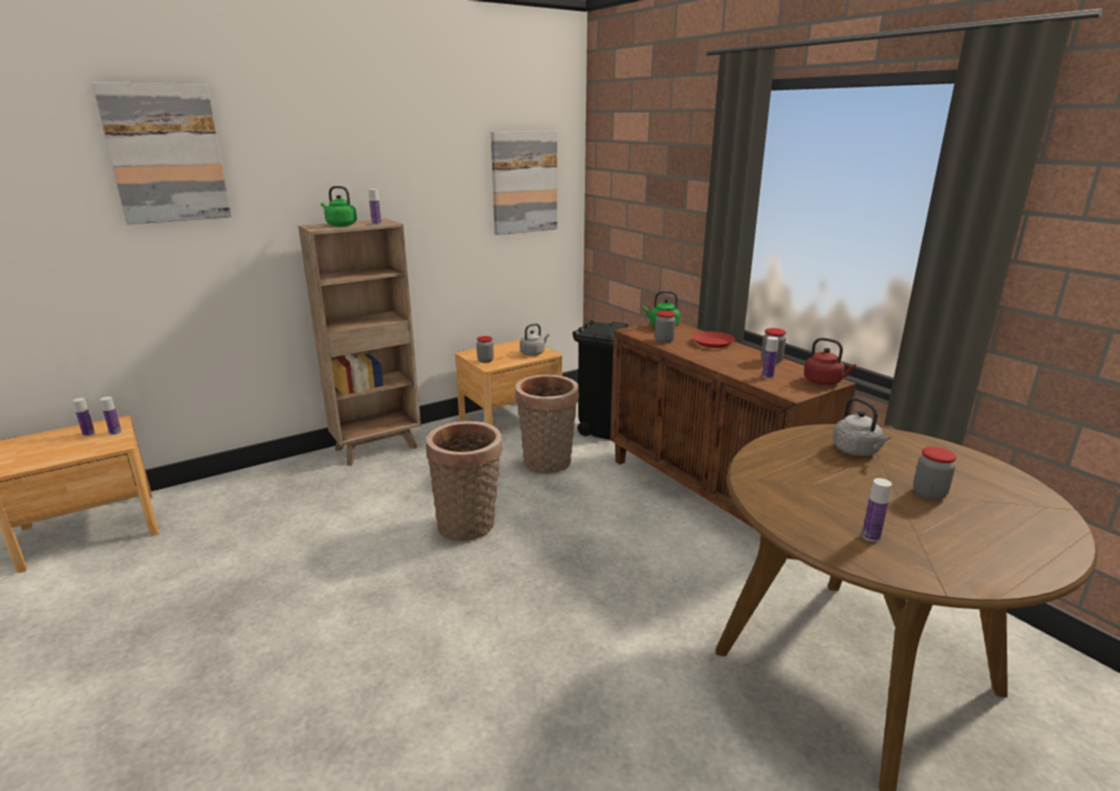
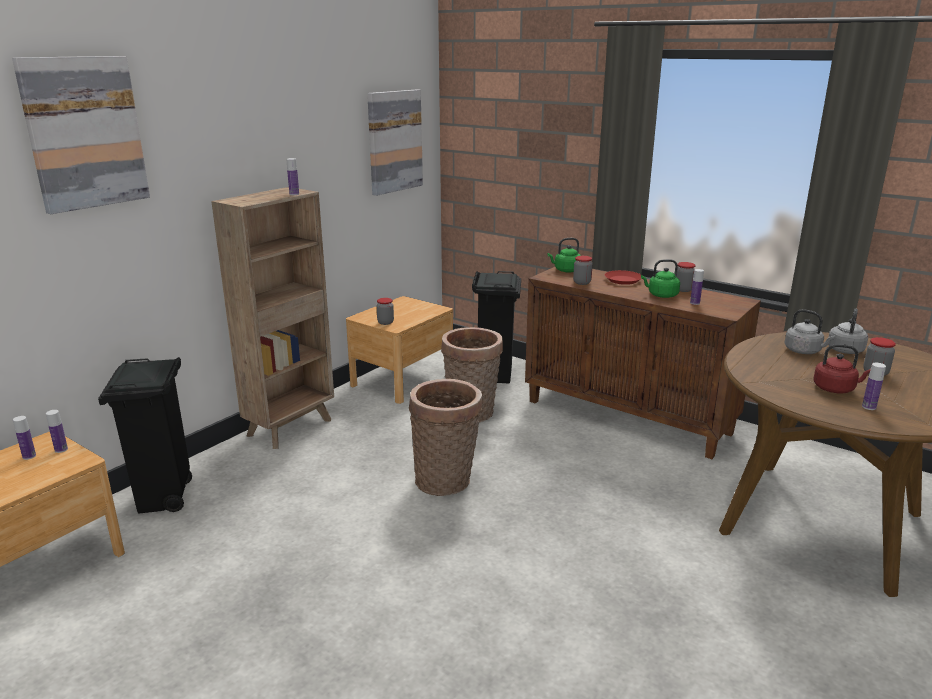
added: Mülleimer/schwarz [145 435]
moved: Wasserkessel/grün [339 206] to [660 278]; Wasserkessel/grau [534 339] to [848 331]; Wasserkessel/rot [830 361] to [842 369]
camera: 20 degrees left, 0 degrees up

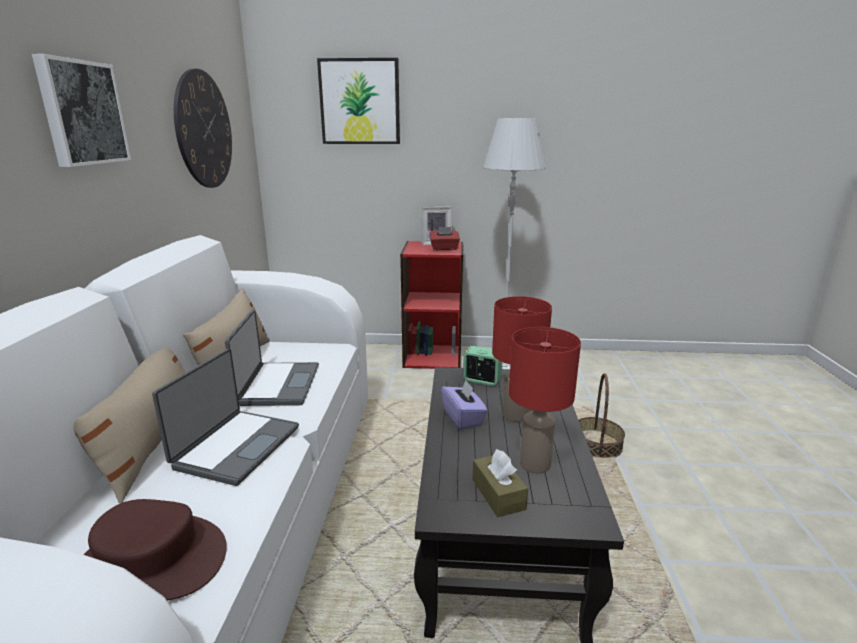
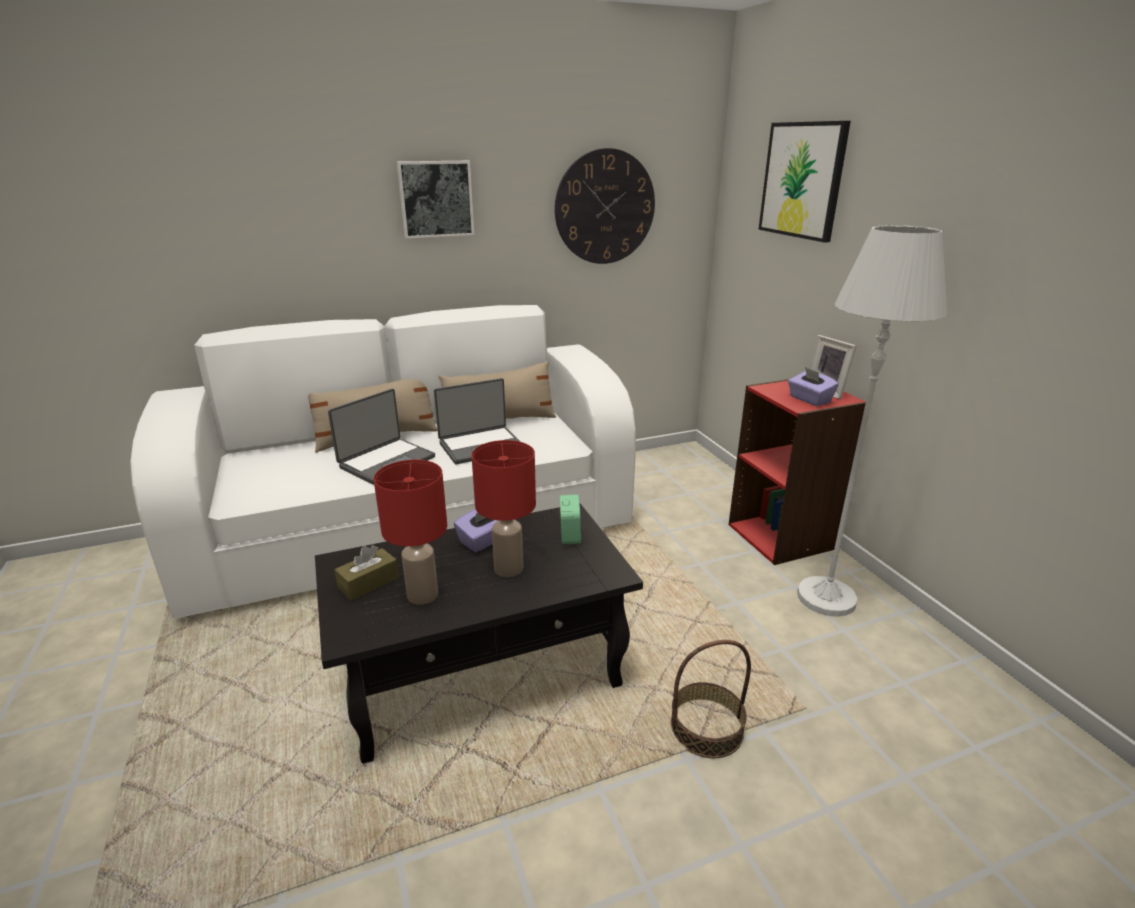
removed: Hut/braun [155 549]
recoloured: Taschentuchbox/rot [444 238] to Taschentuchbox/lila [813 386]
turned: Laptop [225 417] = [381 436] 45 degrees counterclockwise
camera: 65 degrees right, 5 degrees up

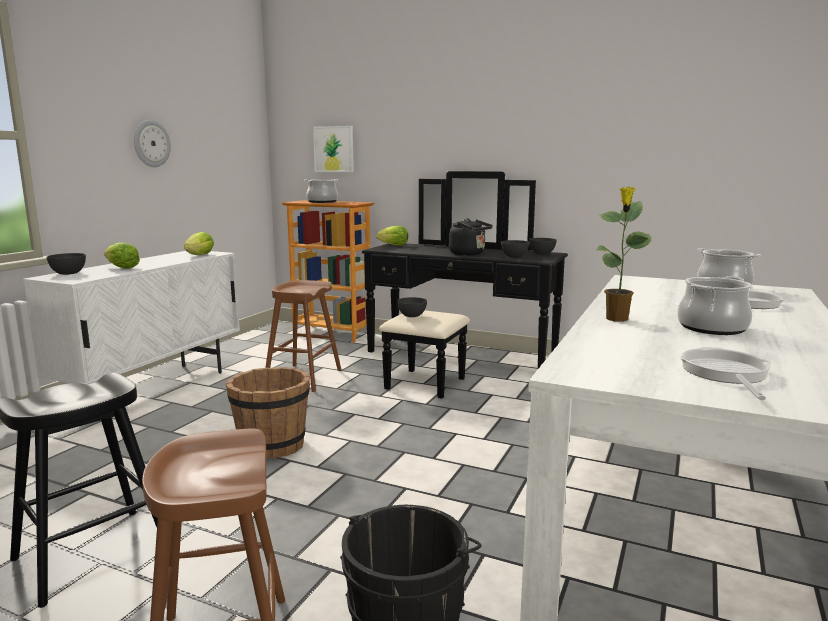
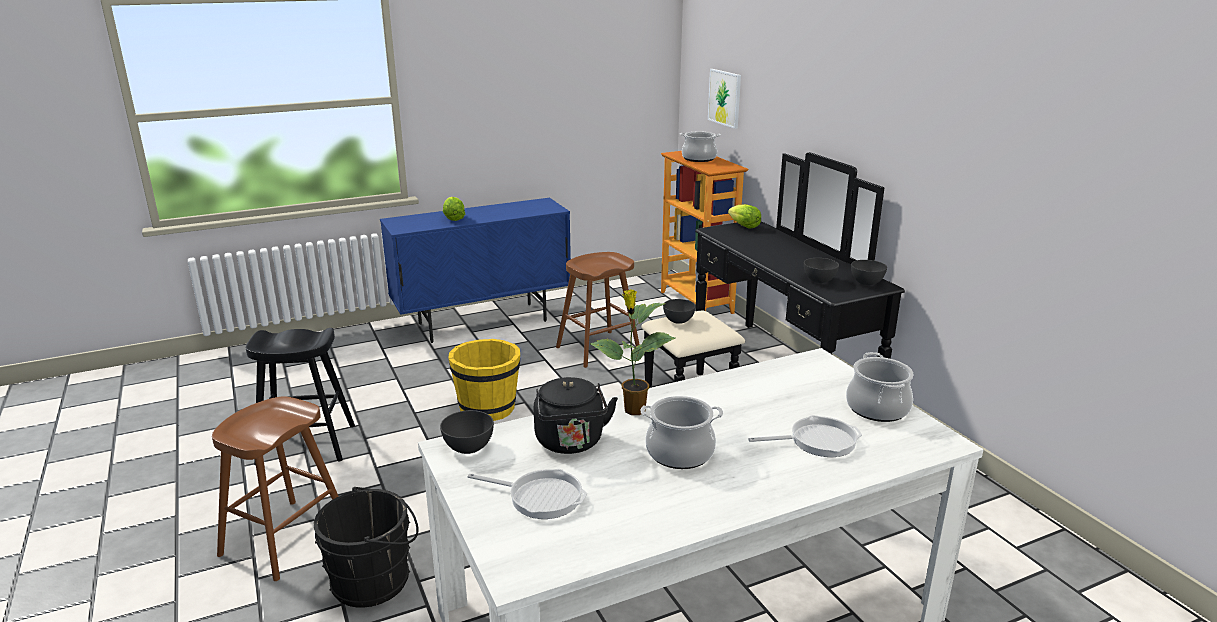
removed: Wanduhr [152 143]; Salatkopf [199 243]
moved: Schüssel/grau [66 264] to [467 432]; Wasserkessel/schwarz [471 236] to [576 415]
recoloured: Schrank/weiß [131 317] to Schrank/blau [475 270]; Eimer/braun [268 413] to Eimer/gelb [484 380]
turned: Pfanne [725 373] = [527 494] 60 degrees clockwise
camera: 40 degrees right, 10 degrees up

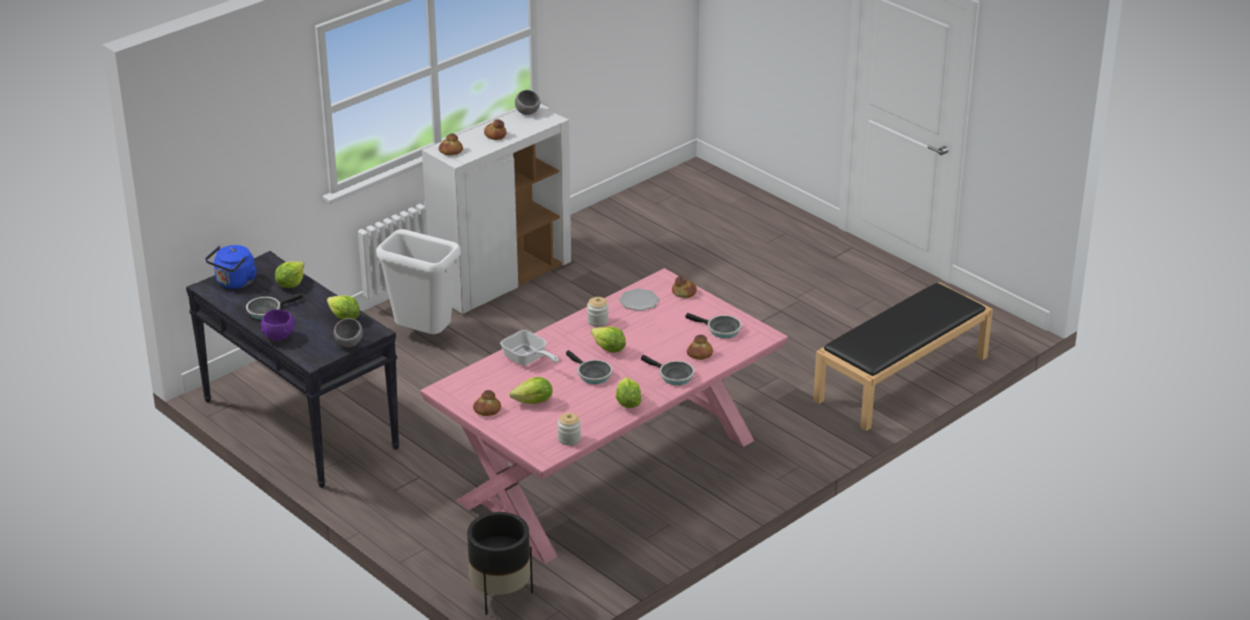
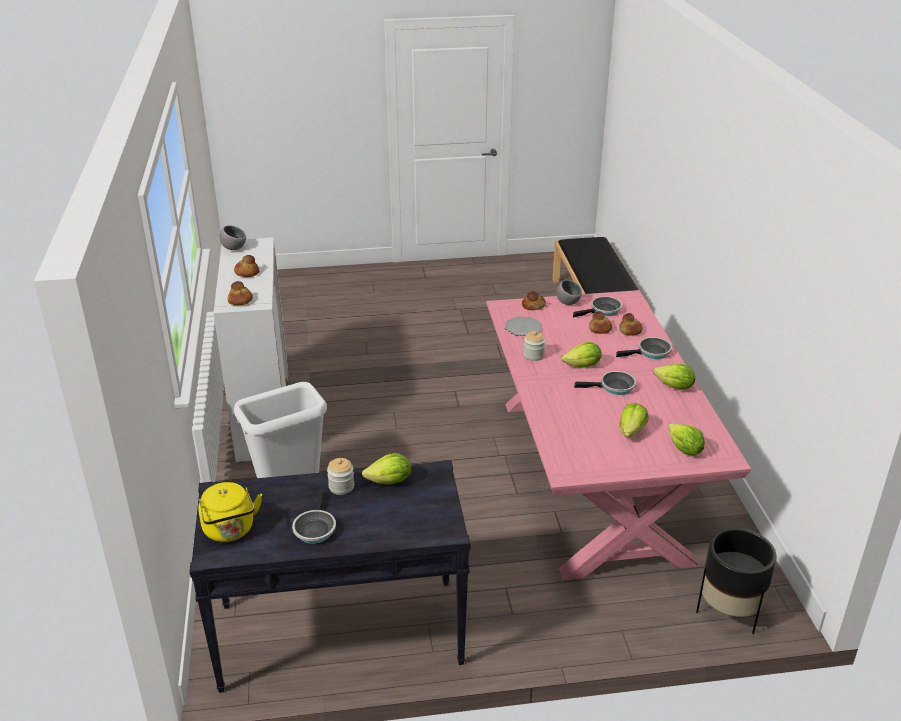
removed: Schüssel/lila [278 324]; Pfanne [529 348]
moved: Salatkopf [289 274] to [686 439]; Schüssel/grau [348 332] to [569 292]; Brot [487 403] to [600 322]; Vorratsglas [569 429] to [340 476]
recoloured: Wasserkessel/blau [230 267] to Wasserkessel/gelb [230 512]
camera: 55 degrees left, 0 degrees up

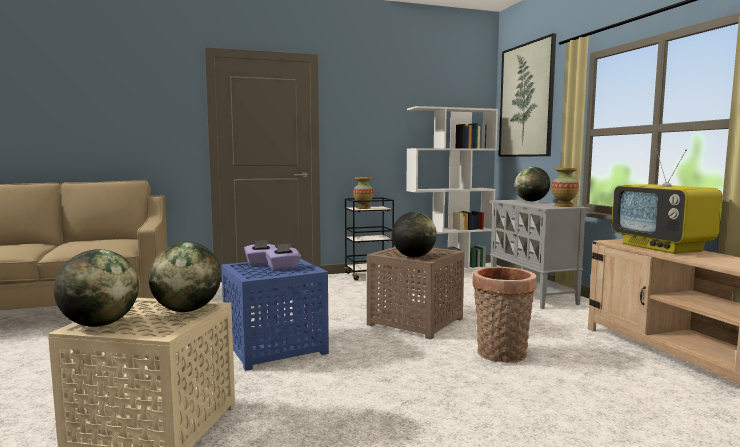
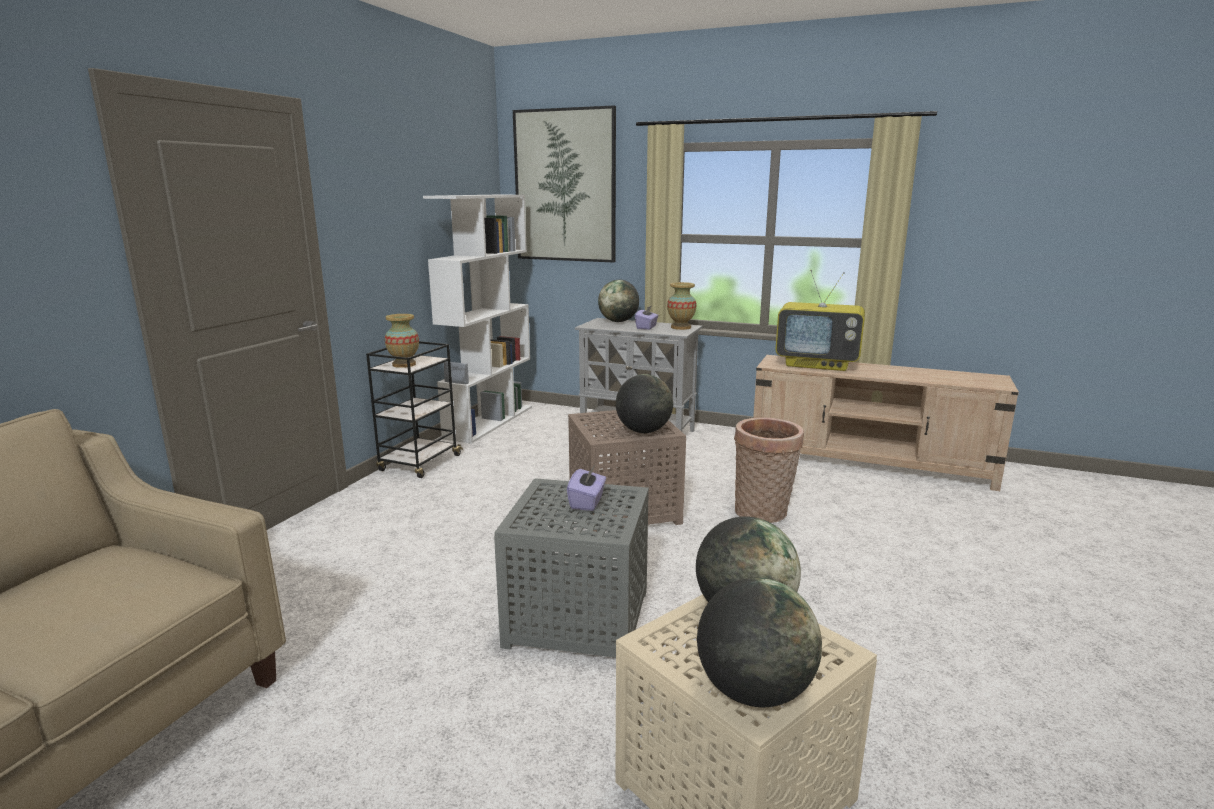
moved: Taschentuchbox/lila [260 252] to [647 318]
recoloured: Beistelltisch/blau [275 315] to Beistelltisch/grau [571 568]
camera: 50 degrees left, 10 degrees up

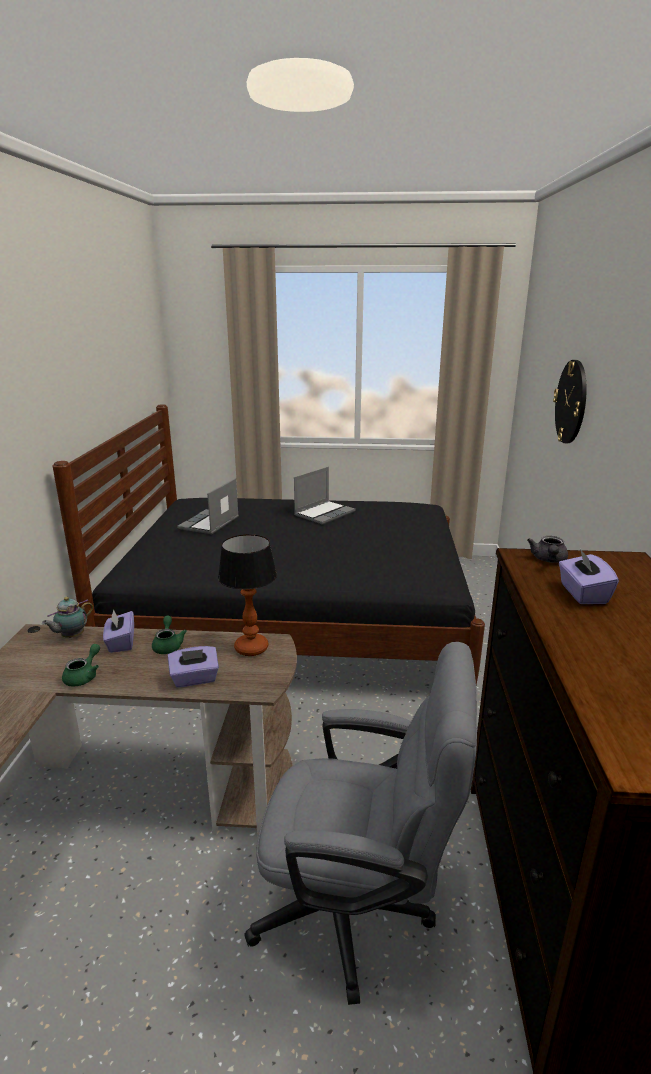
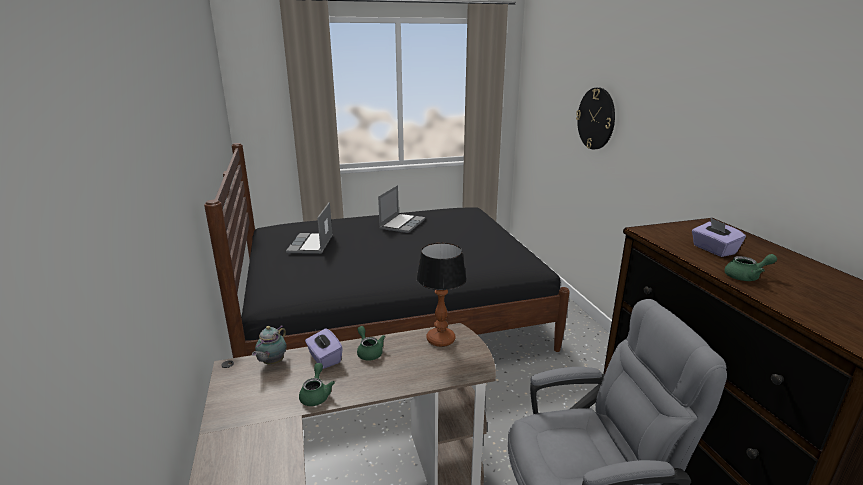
removed: Taschentuchbox/lila [193 667]; Teekanne/grau [547 549]
added: Teekanne/grün [750 267]
camera: 20 degrees left, 0 degrees up

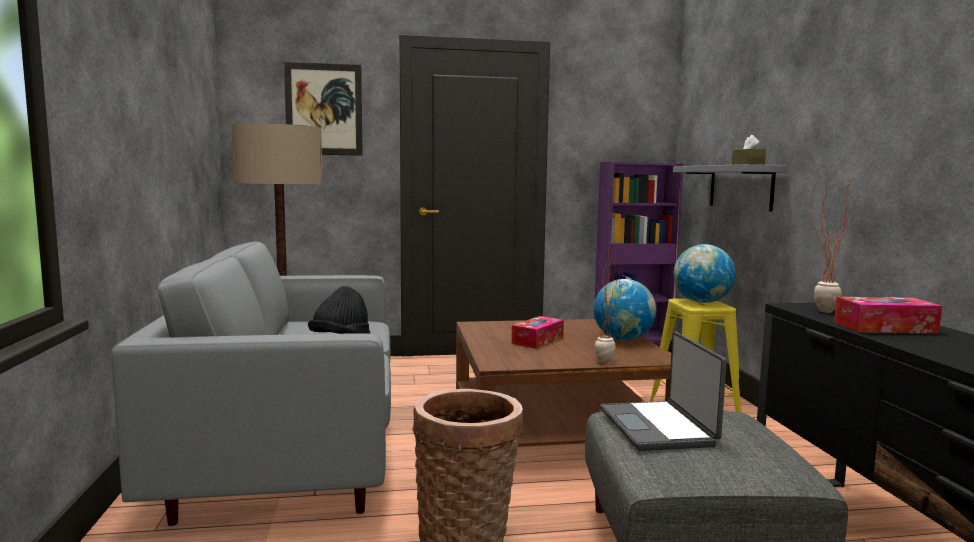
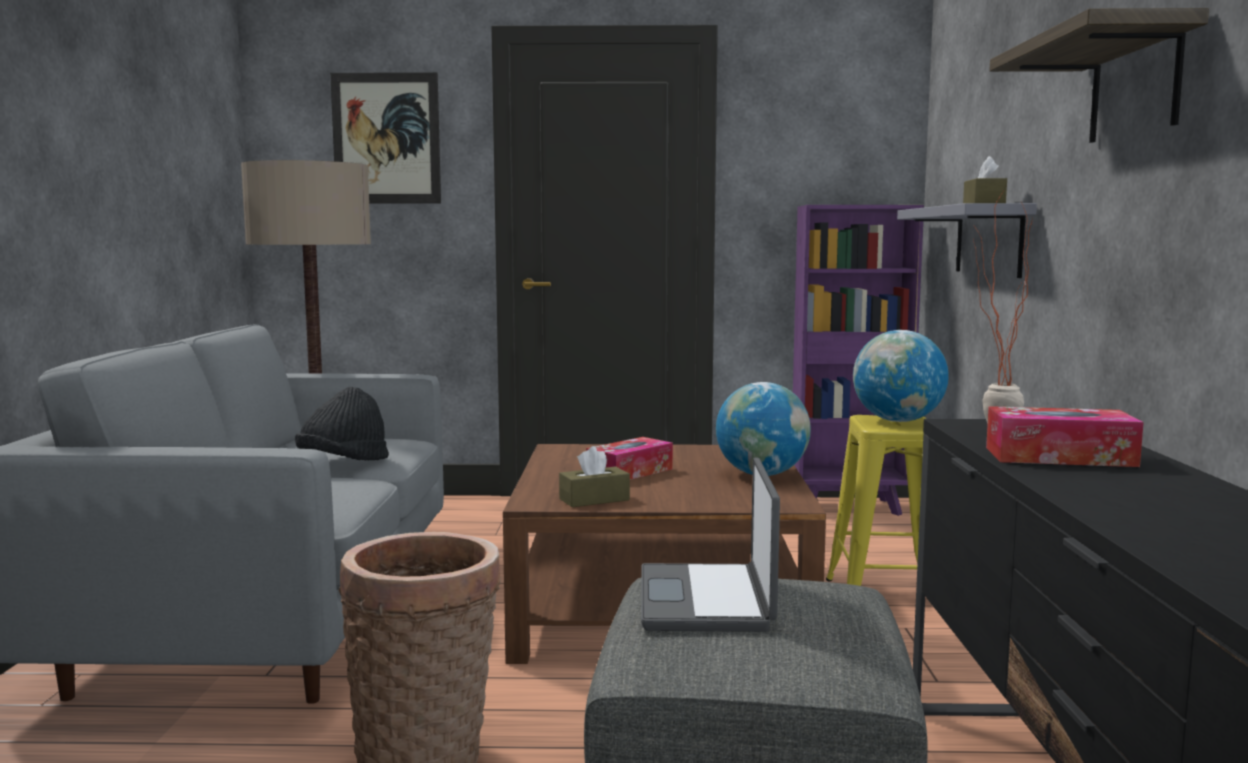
removed: Topfpflanze [608 301]
added: Taschentuchbox/braun [594 476]; Wandregal [1099 75]
camera: 10 degrees right, 0 degrees up

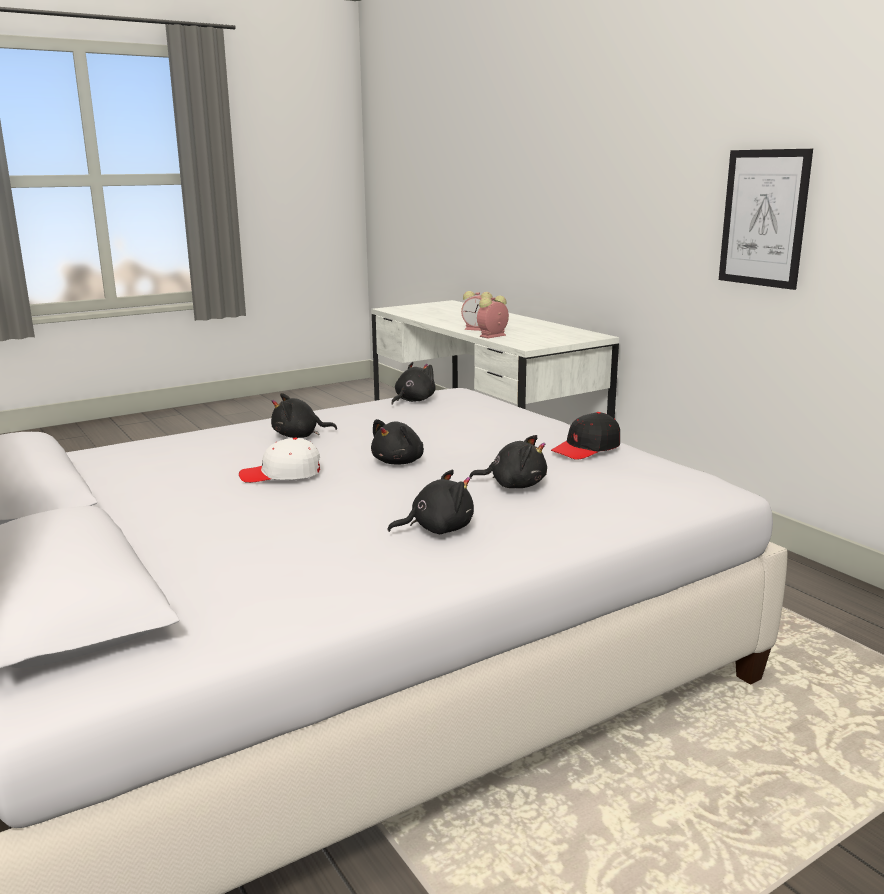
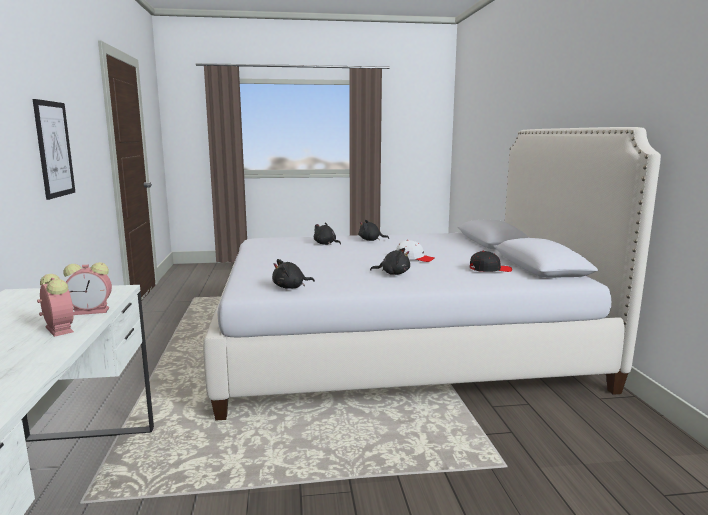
removed: Plüschtier/schwarz [397 442]
moved: Kappe/schwarz [585 436] to [491 261]
camera: 155 degrees left, 5 degrees down

